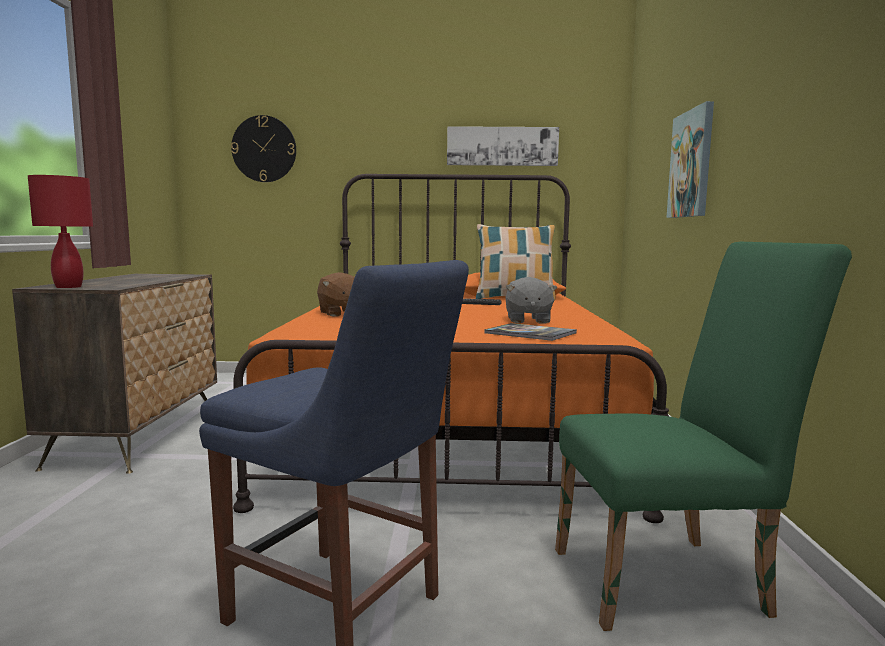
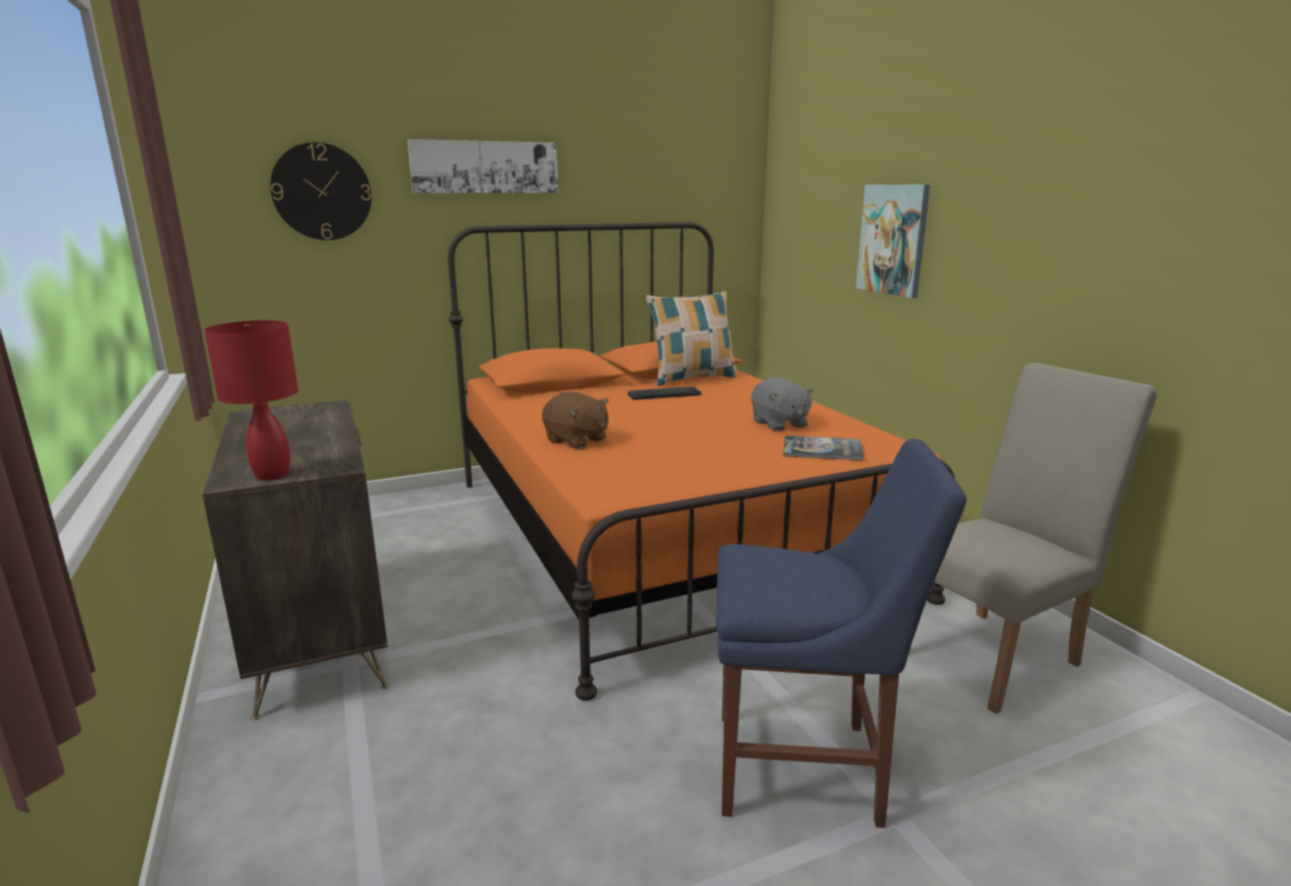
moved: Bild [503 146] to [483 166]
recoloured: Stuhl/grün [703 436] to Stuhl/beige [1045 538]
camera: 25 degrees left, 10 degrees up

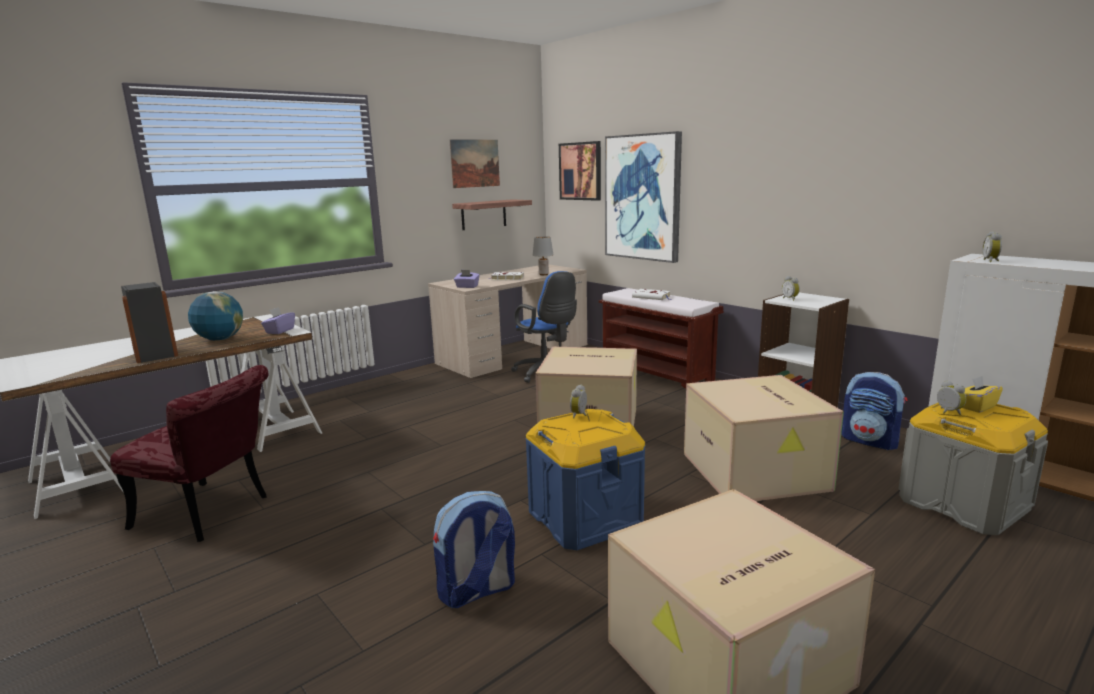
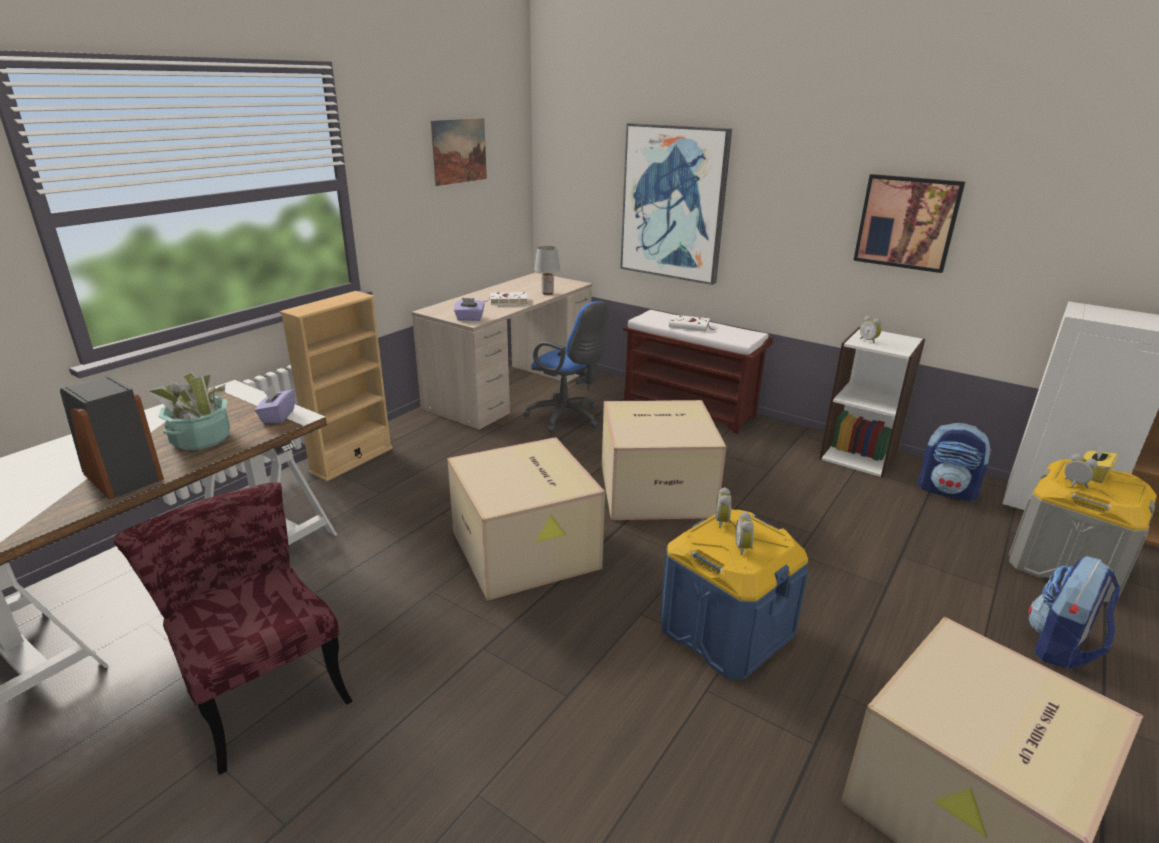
removed: Wandregal [492 214]
added: Bücherregal/beige [336 386]
moved: Rucksack [474 549] to [1074 612]; Bild [580 171] to [909 223]; Karton [764 438] to [526 519]; Wecker [992 246] to [745 533]
replaced: Globus [215 315] to Topfpflanze [188 411]
turned: Stuhl/rot [189 453] = [232 628] 135 degrees counterclockwise
camera: 15 degrees left, 10 degrees up

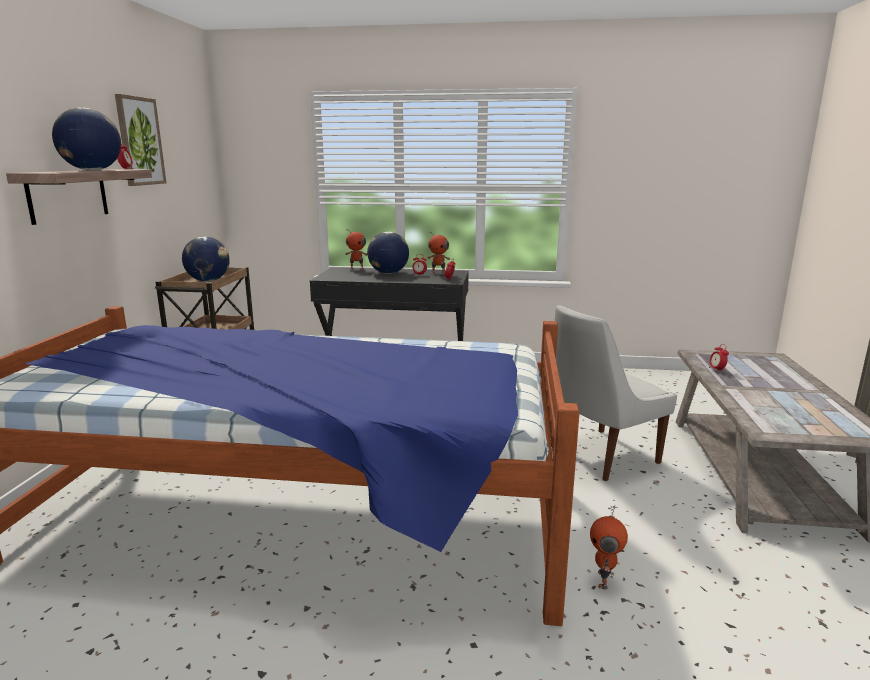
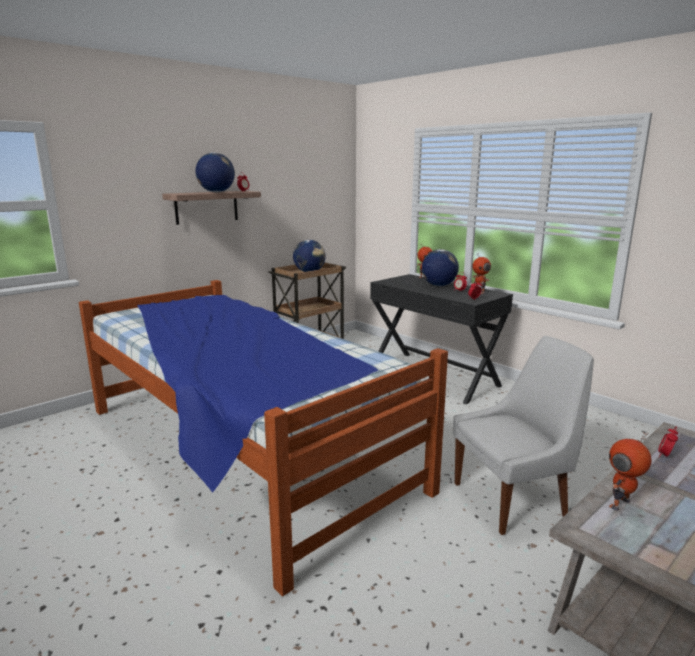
removed: Bild [140 140]
moved: Spielzeugroboter [609 548] to [630 472]
turned: Stuhl/weiß [614 393] = [523 435] 150 degrees clockwise
camera: 40 degrees right, 0 degrees up

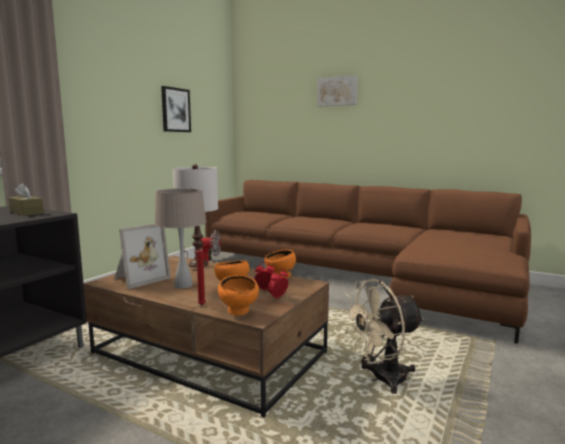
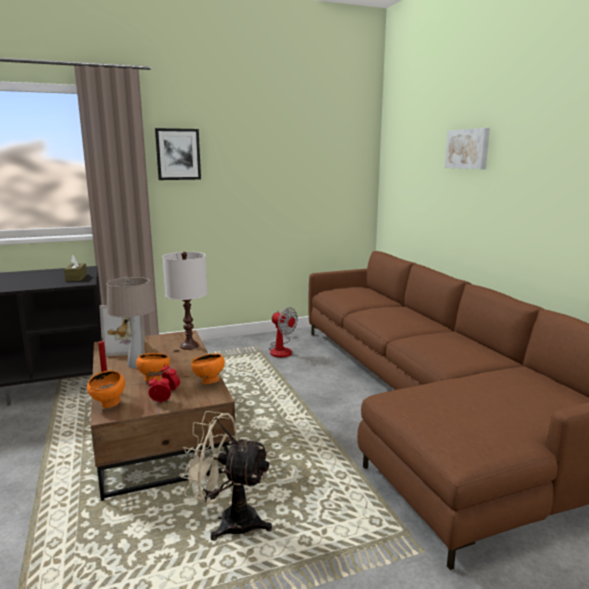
moved: Bild [176 109] to [178 154]
camera: 40 degrees right, 5 degrees up

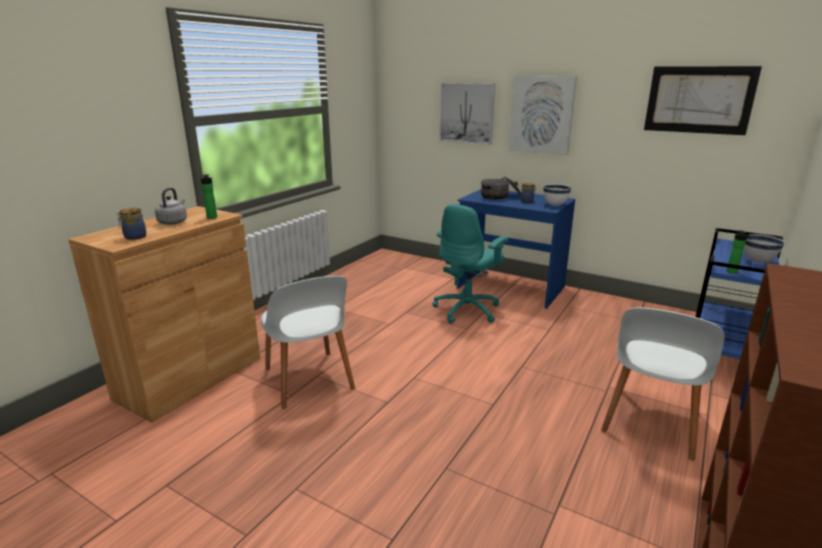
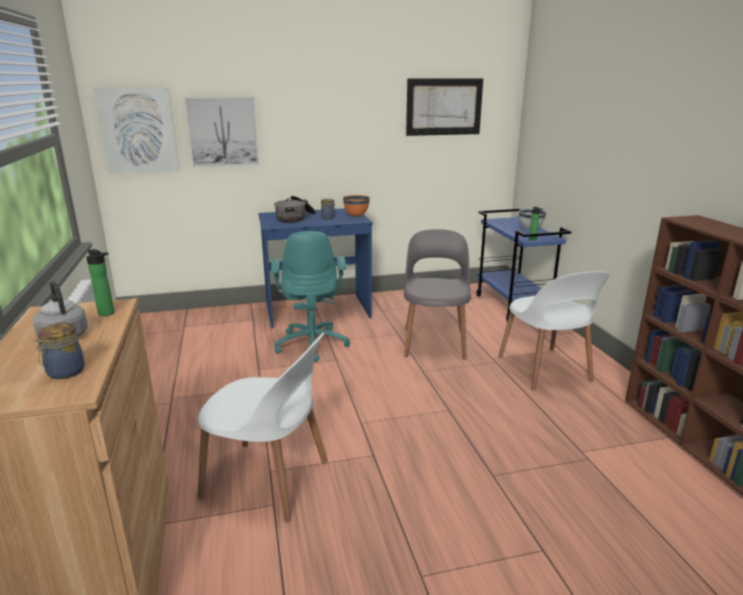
added: Stuhl/grau [437 294]
moved: Bild [543 115] to [136 130]
recoloured: Schüssel/weiß [557 195] to Schüssel/orange [356 206]
camera: 45 degrees left, 0 degrees up

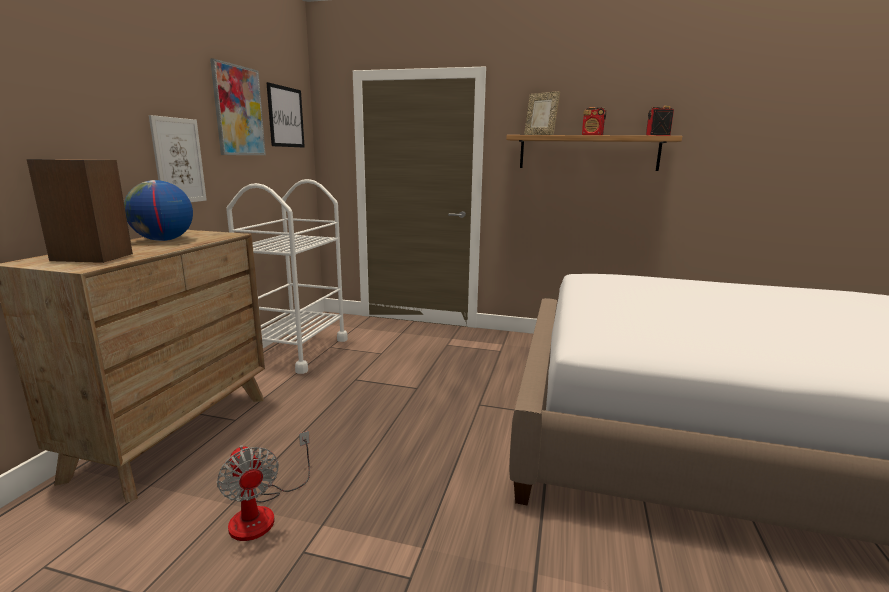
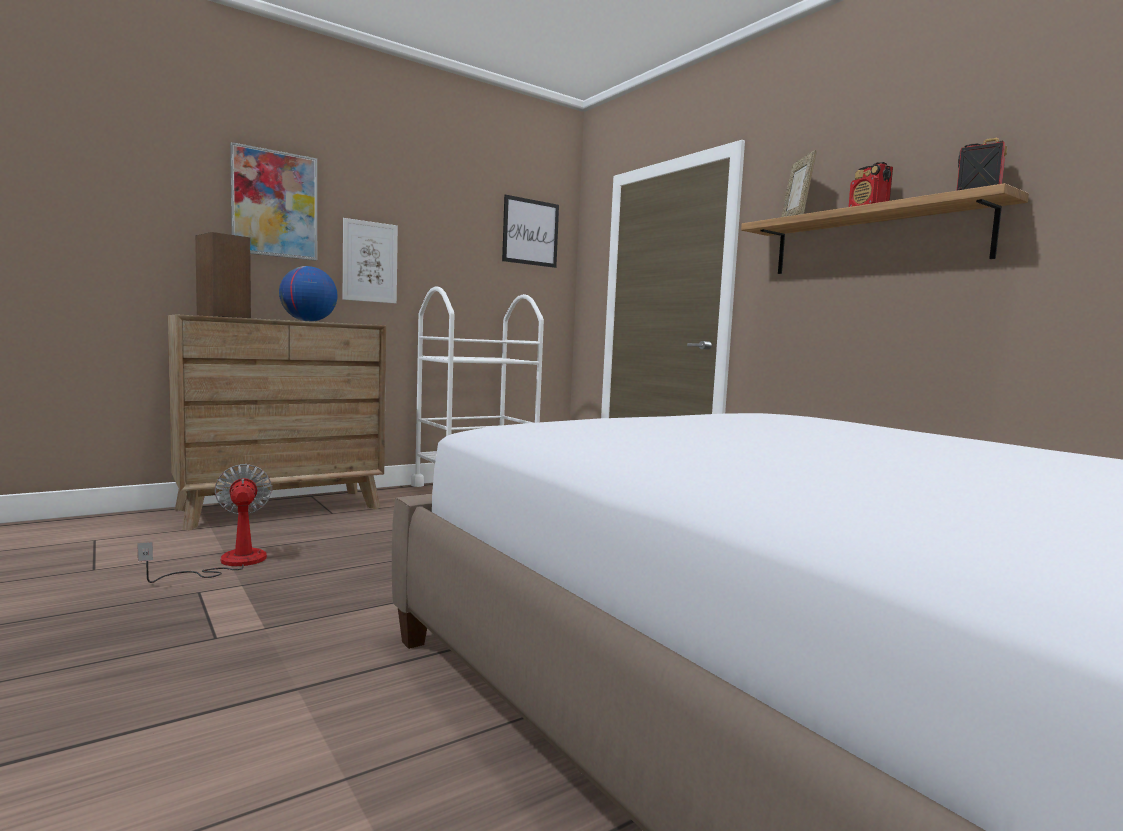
moved: Bild [238 107] to [273 201]
turned: Ventilator [263 486] = [204 523] 150 degrees clockwise
camera: 40 degrees right, 10 degrees down

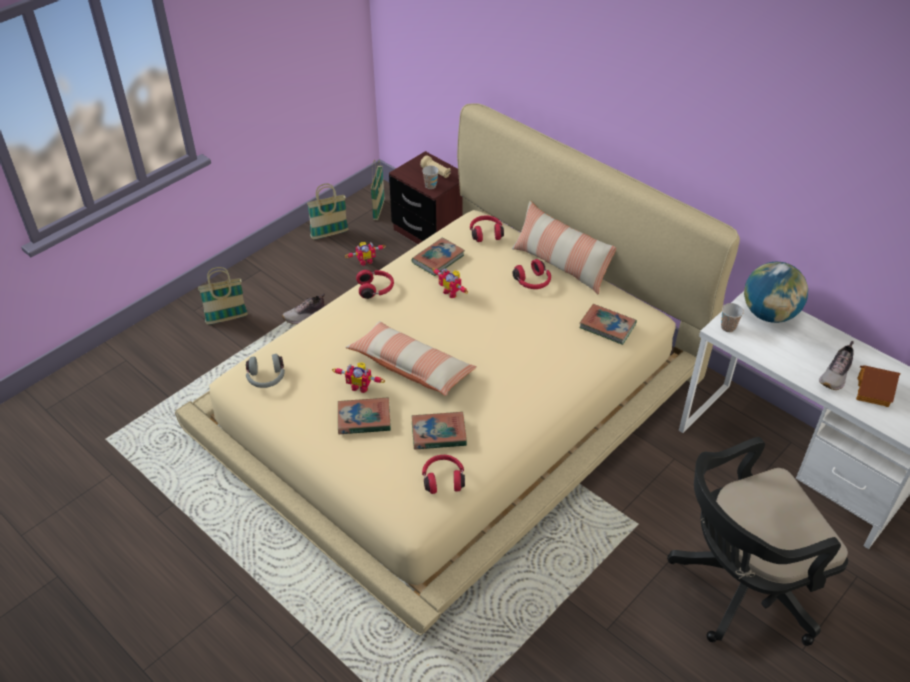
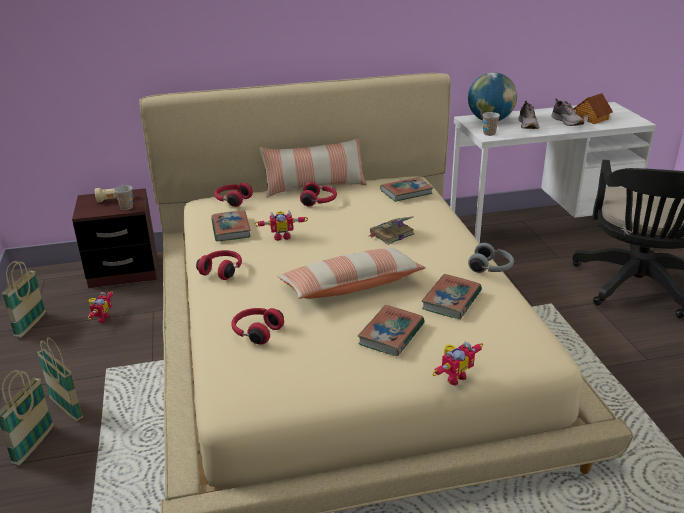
added: Buch [392 230]
moved: Kopfhörer/grau [265 371] to [491 258]; Schuh [303 309] to [528 115]; Spielzeugroboter [358 377] to [457 364]; Korb [378 190] to [60 379]; Kopfhörer/rot [443 474] to [258 326]
camera: 55 degrees left, 15 degrees down

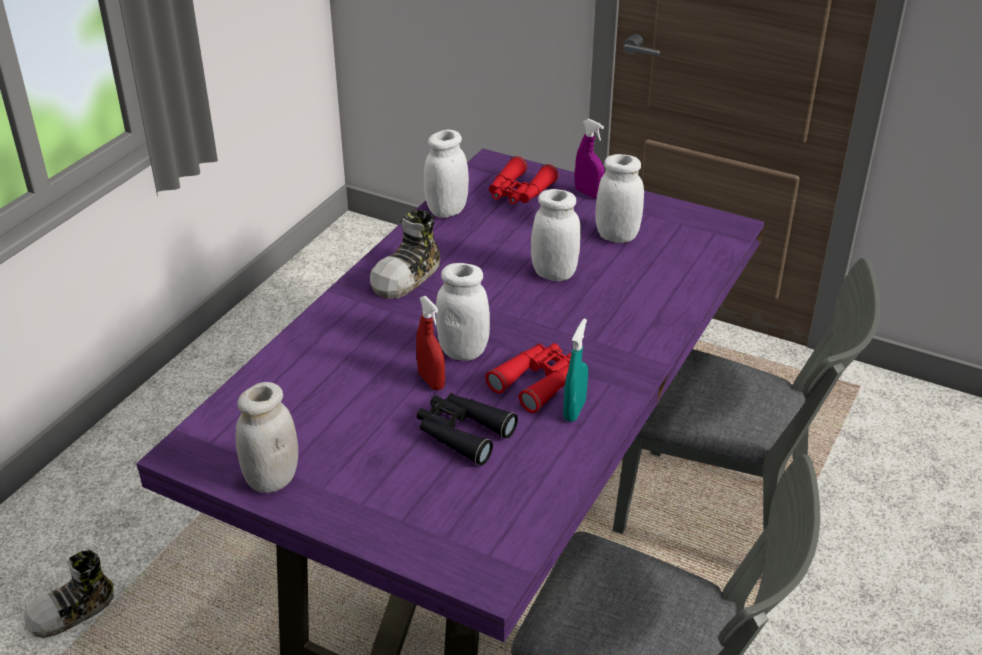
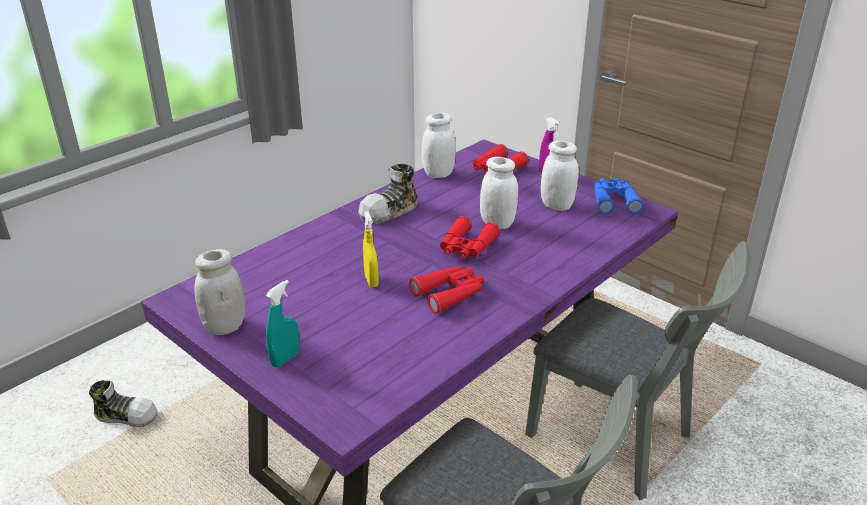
removed: Fernglas/schwarz [467 429]; Vorratsglas/weiß [463 312]
added: Fernglas/rot [470 237]; Fernglas/blau [619 196]
moved: Sprühflasche/türkis [575 370] to [283 323]
recoloured: Sprühflasche/rot [430 343] to Sprühflasche/gelb [371 249]
turned: Schuh [69 594] = [123 403] 150 degrees counterclockwise
camera: 15 degrees right, 5 degrees down

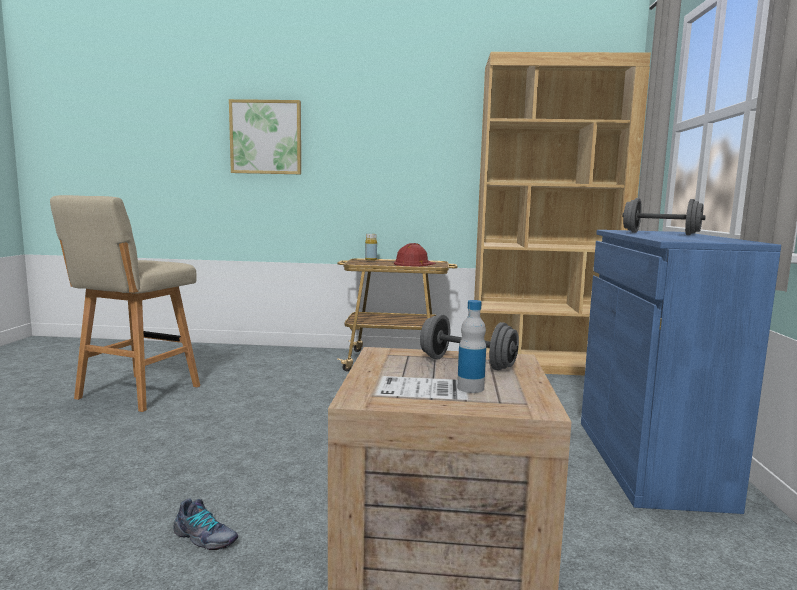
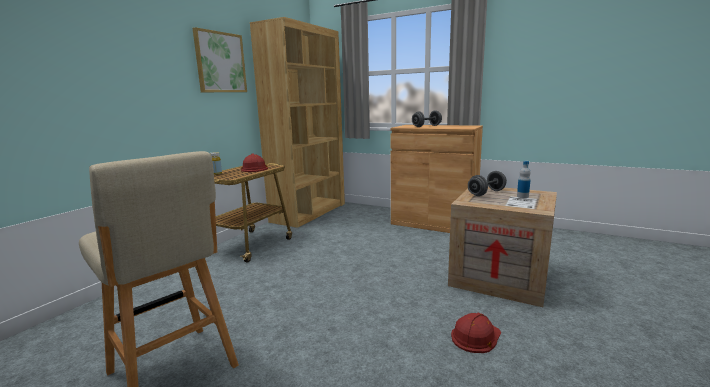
moved: Bild [265 136] to [219 59]
replaced: Schuh [205 524] to Schutzhelm/rot [476 333]
recoloured: Schrank/blau [681 372] to Schrank/braun [436 179]
camera: 65 degrees left, 5 degrees up

